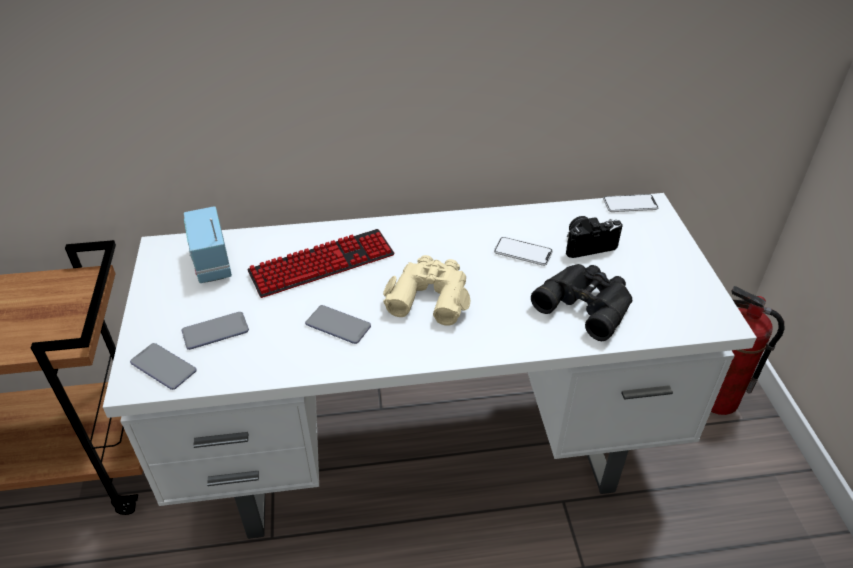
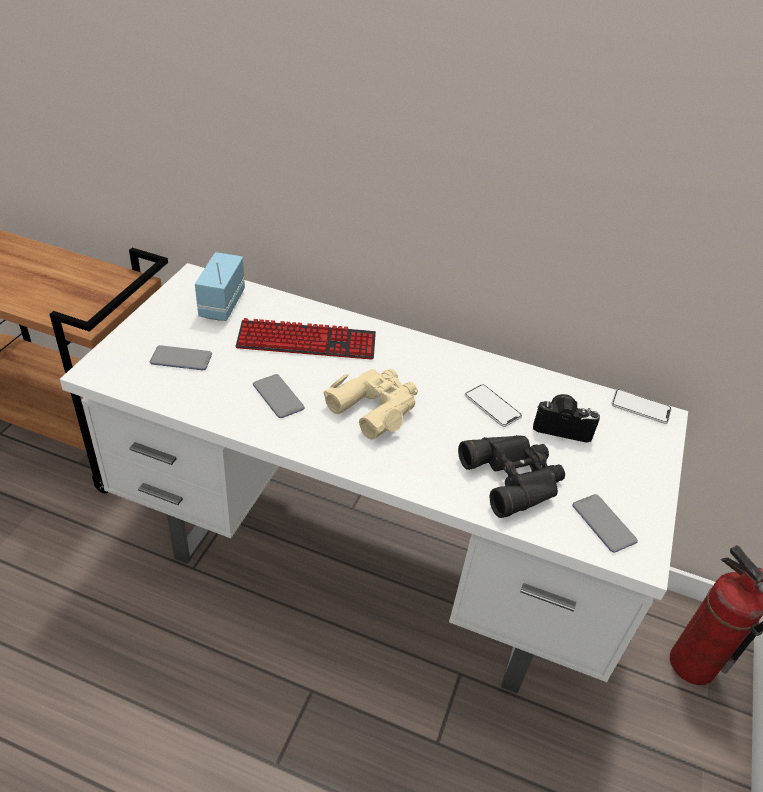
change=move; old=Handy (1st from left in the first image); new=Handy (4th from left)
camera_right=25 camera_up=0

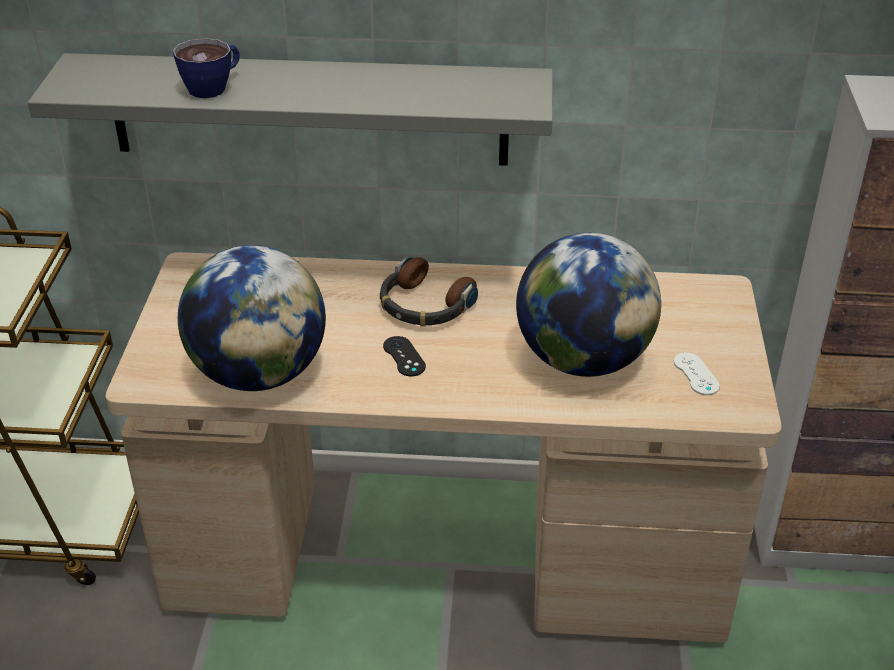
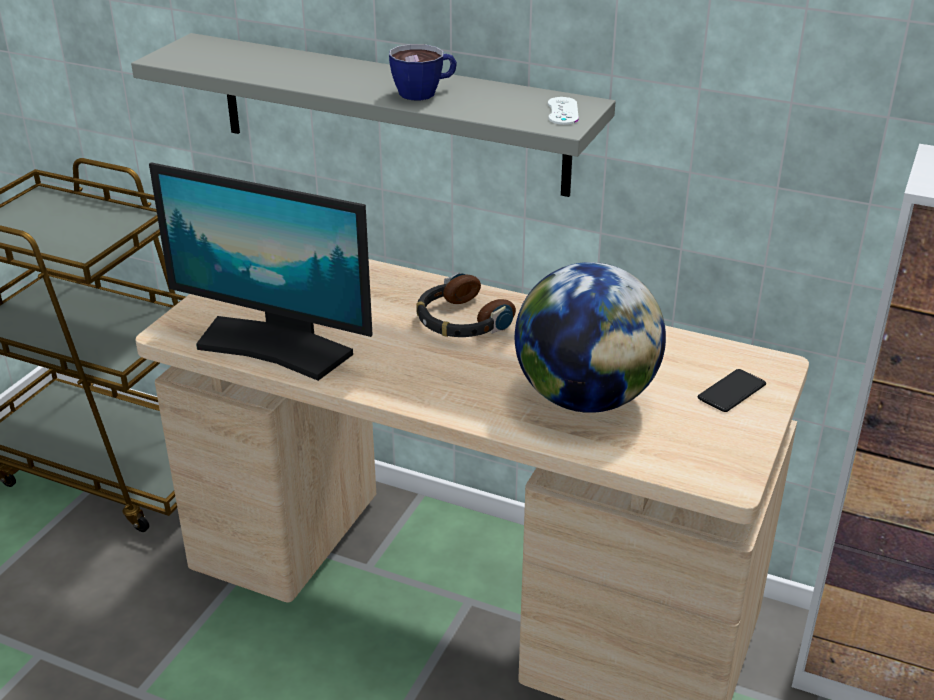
change=delete; old=Gamepad/schwarz
change=insert; new=Handy
change=move; old=Tasse
change=move; old=Gamepad/weiß
change=replace; old=Globus (1st from left); new=Monitor
camera_right=20 camera_up=-5

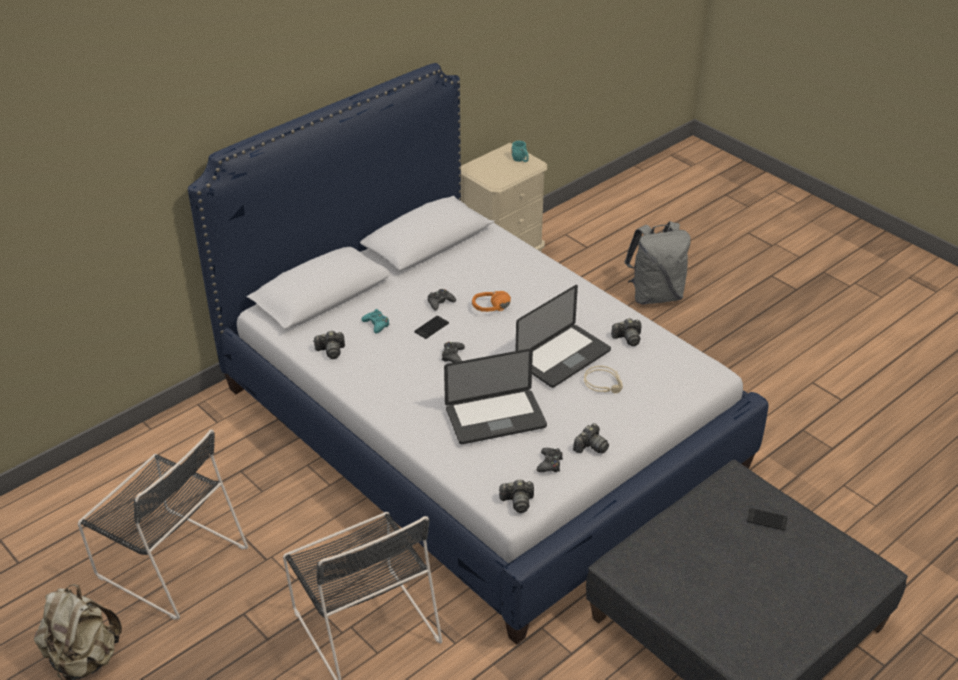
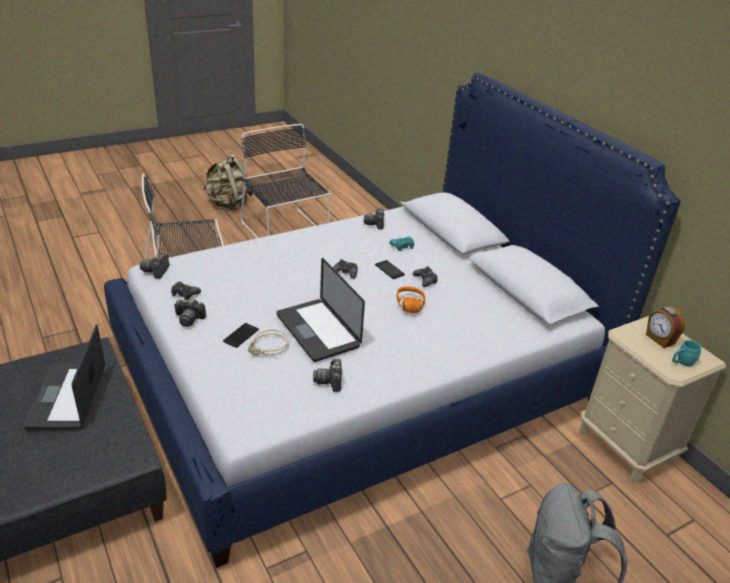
change=insert; new=Wecker
change=move; old=Laptop (1st from left)
change=move; old=Handy (2nd from left in the first image); new=Handy (1st from left)
change=rotate; old=Stuhl/schwarz (1st from left in the first image); degrees=105
change=rotate; old=Kamera (3rd from left in the first image); degrees=-45
camera_right=100 camera_up=-5

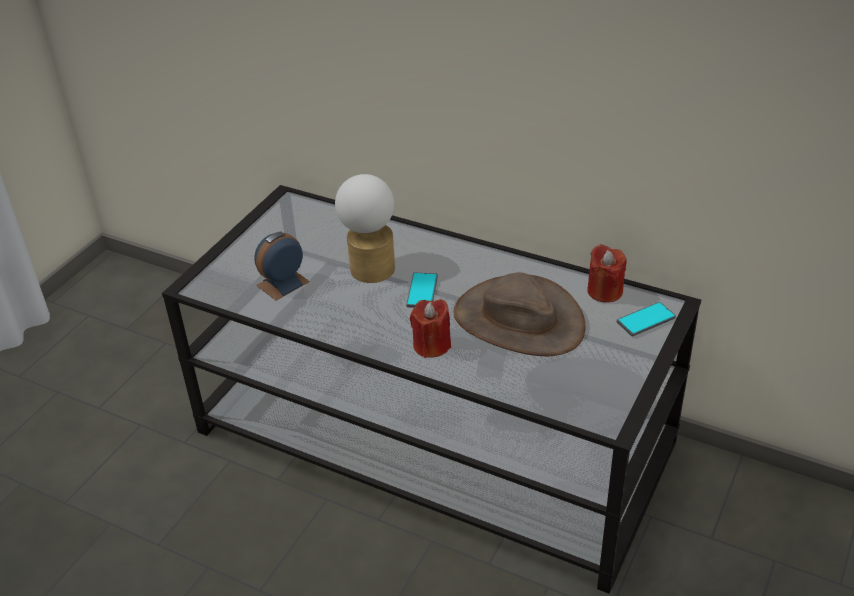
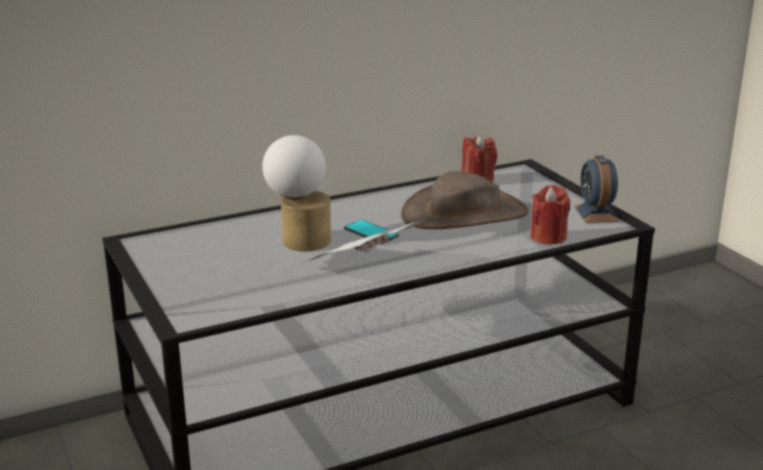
change=delete; old=Handy (2nd from left)
change=insert; new=Zeitung
change=move; old=Wecker
change=move; old=Kerze/rot (1st from left in the first image); new=Kerze/rot (2nd from left)
camera_right=-55 camera_up=-15

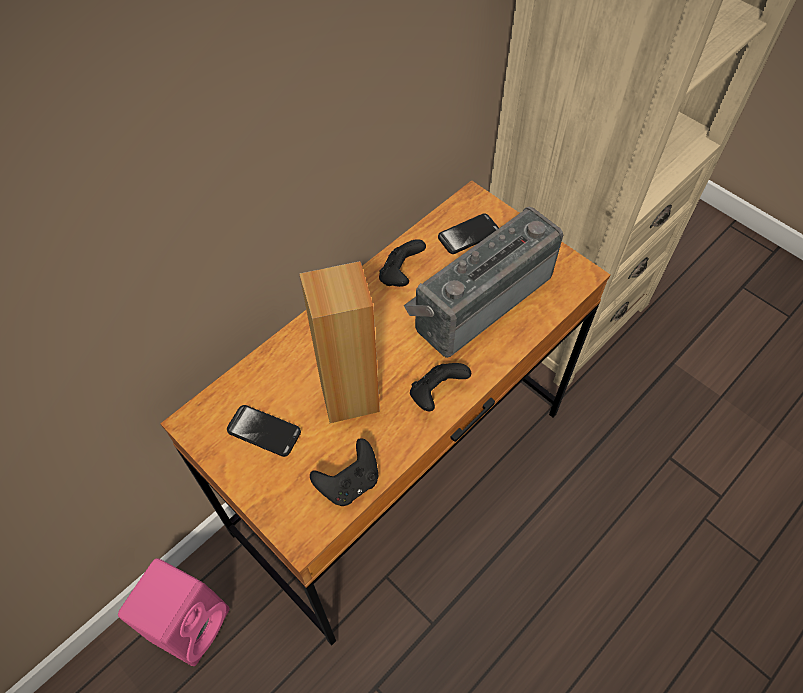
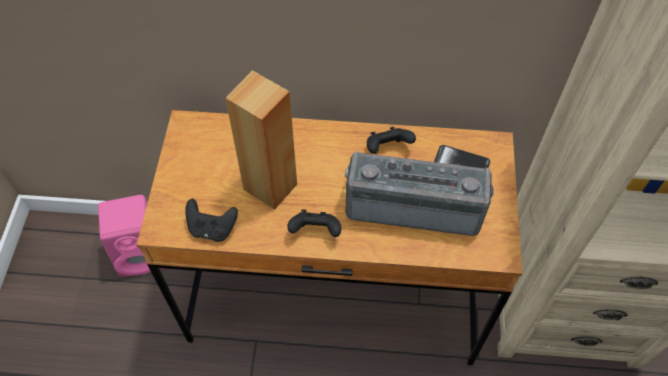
change=delete; old=Handy (1st from left)
camera_right=50 camera_up=0

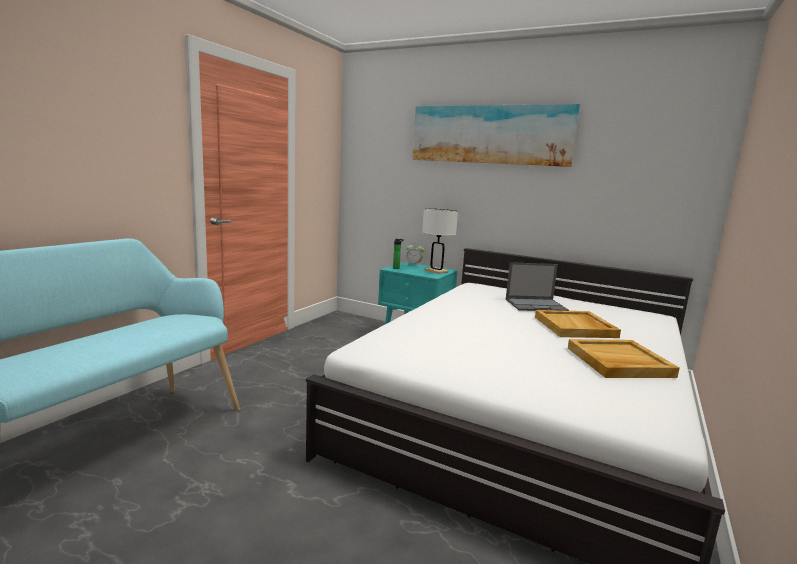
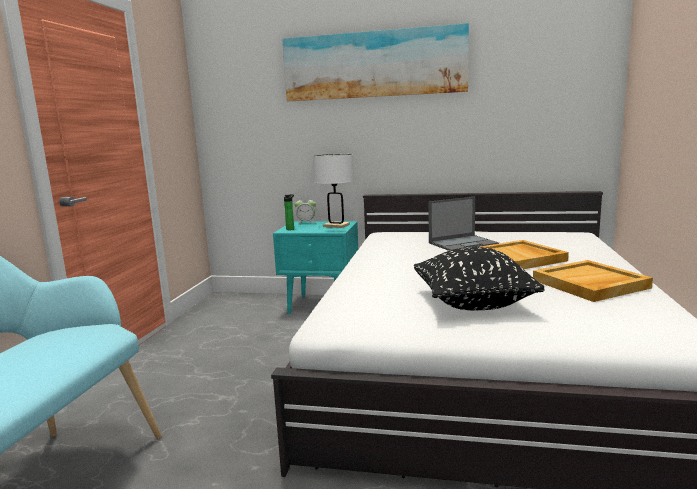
change=insert; new=Kissen/schwarz
camera_right=-15 camera_up=0

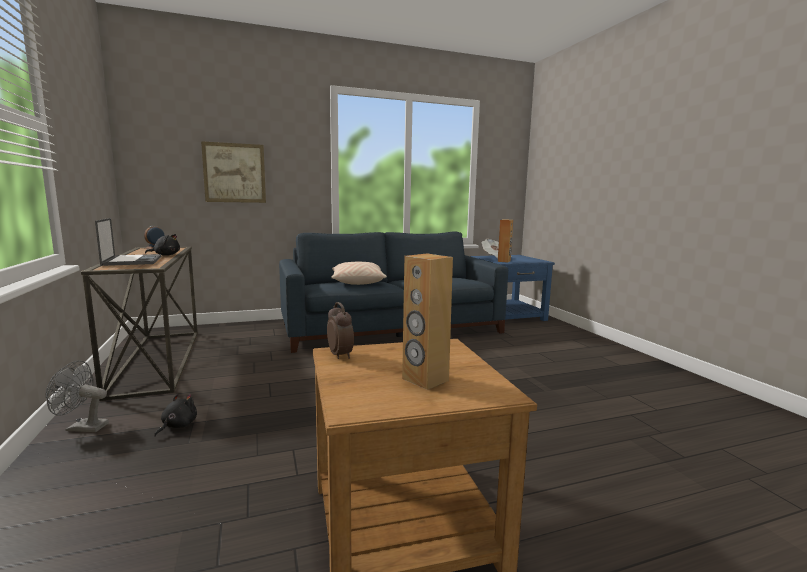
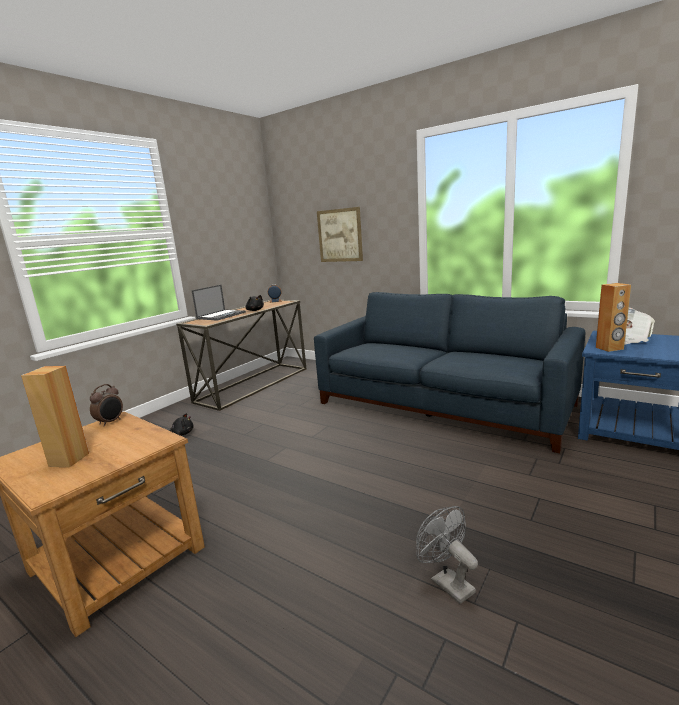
change=delete; old=Kissen/beige
change=move; old=Ventilator/grau
camera_right=55 camera_up=5

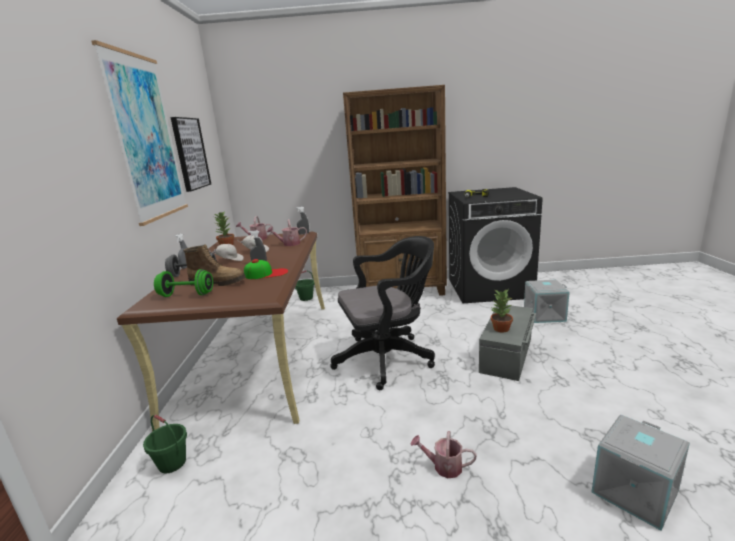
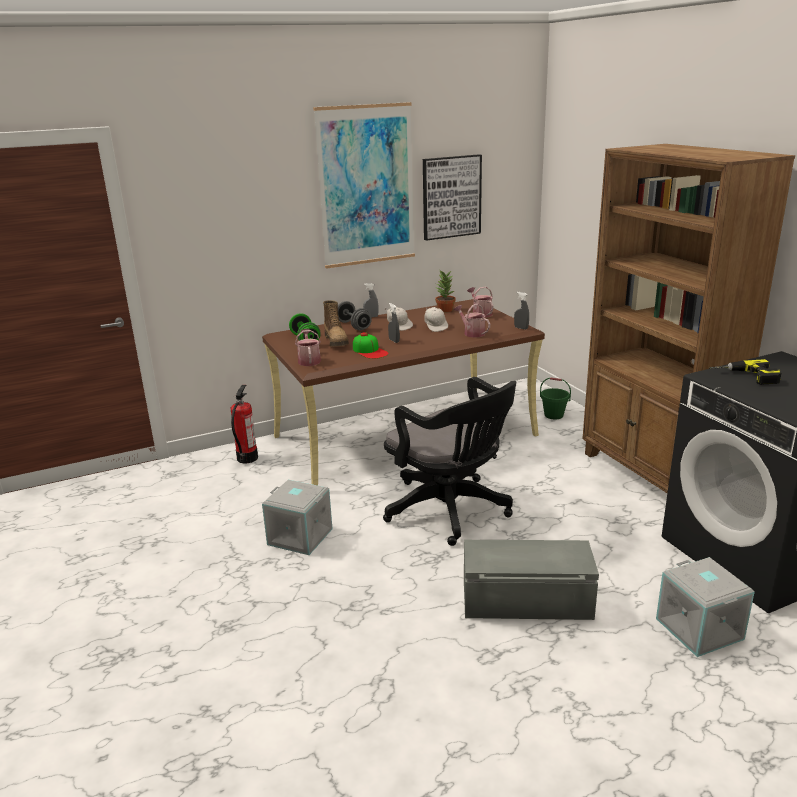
change=delete; old=Topfpflanze (2nd from left)
change=move; old=Gießkanne (3rd from left in the first image); new=Gießkanne (1st from left)
change=move; old=Aufbewahrungsbox/grau (3rd from left in the first image); new=Aufbewahrungsbox/grau (1st from left)
change=replace; old=Eimer/grün (1st from left); new=Feuerlöscher
camera_right=65 camera_up=5

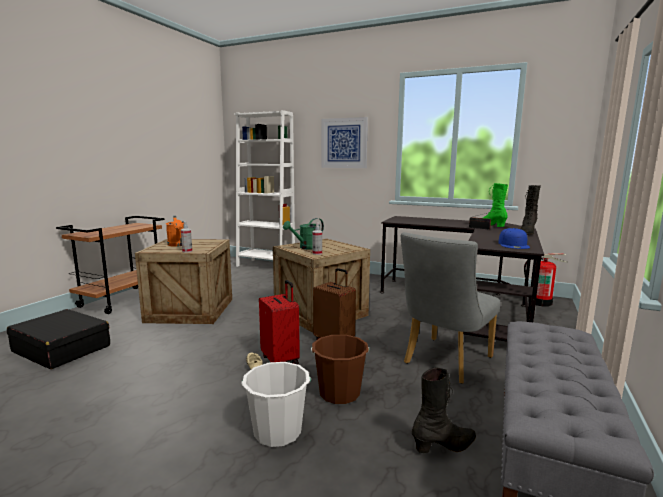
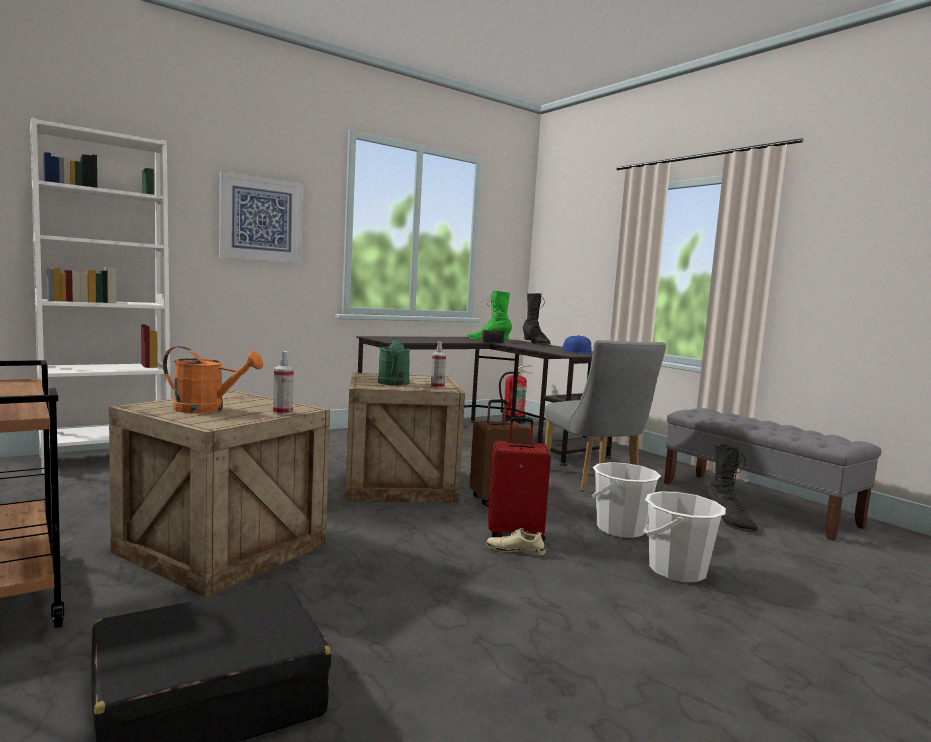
change=recolor; old=Eimer/braun; new=Eimer/weiß (1st from left)
change=rotate; old=Stiefel/schwarz (1st from left in the first image); degrees=150
camera_right=-60 camera_up=-5

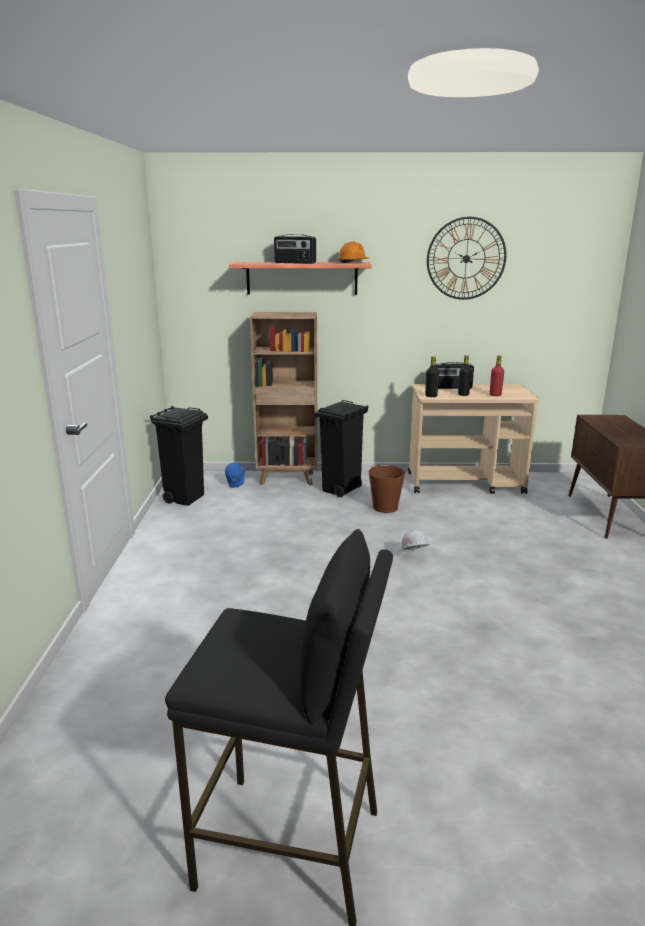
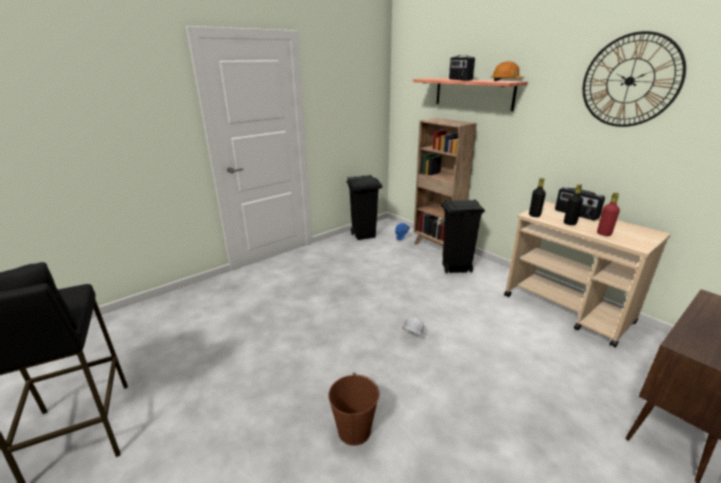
change=move; old=Eimer/braun
camera_right=50 camera_up=5

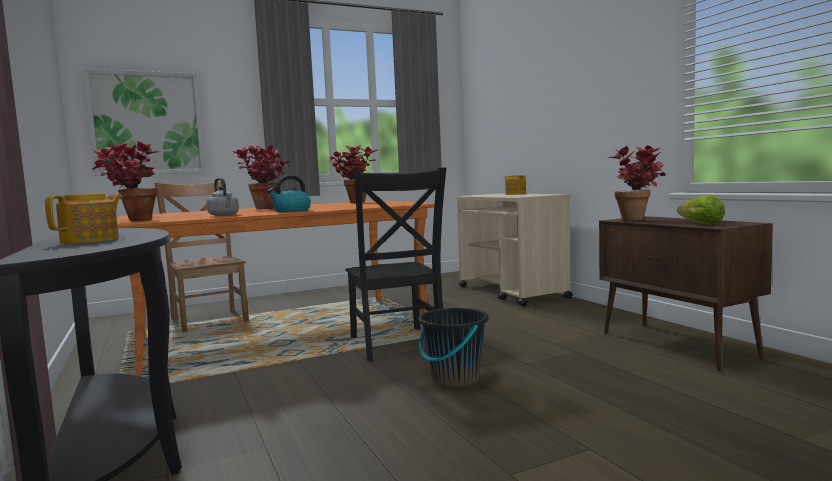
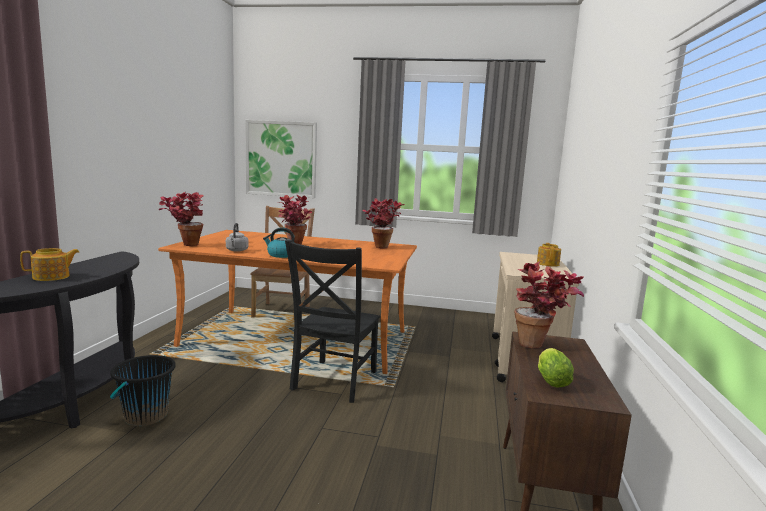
change=move; old=Eimer/schwarz
camera_right=35 camera_up=5

